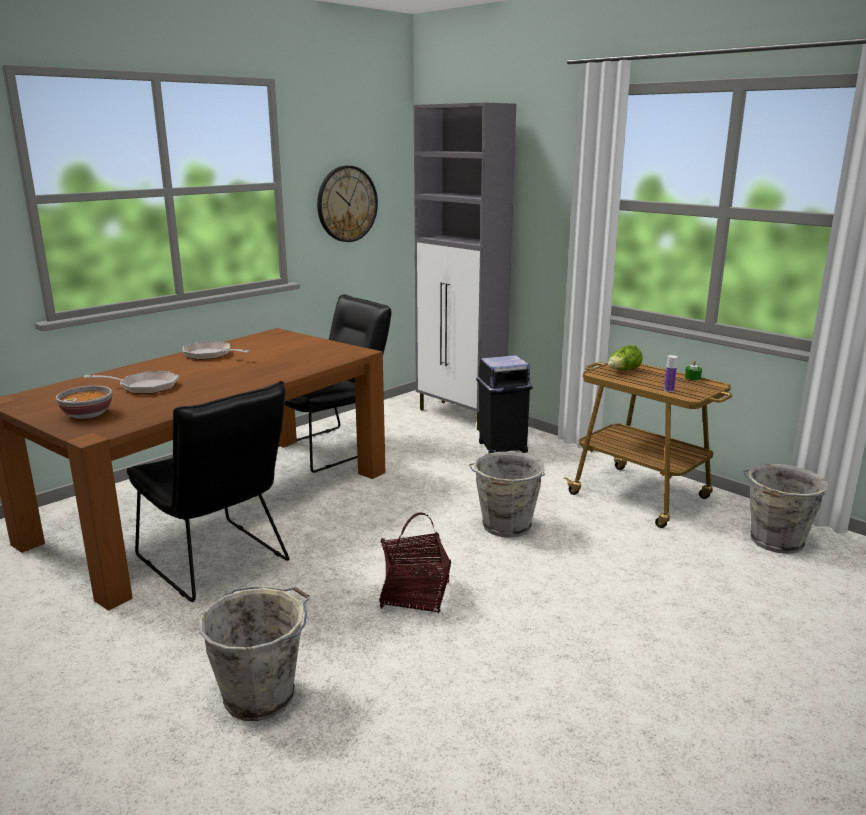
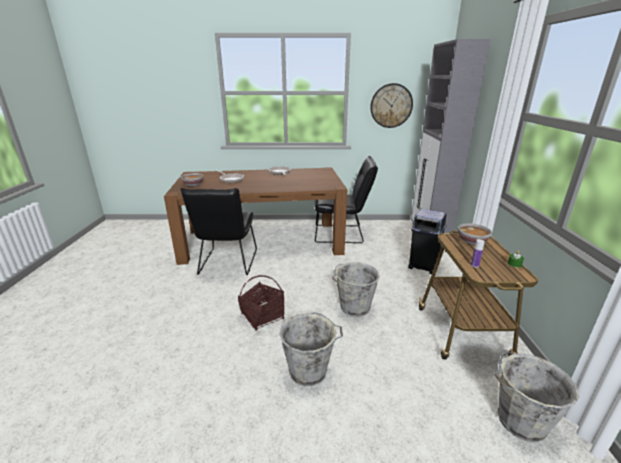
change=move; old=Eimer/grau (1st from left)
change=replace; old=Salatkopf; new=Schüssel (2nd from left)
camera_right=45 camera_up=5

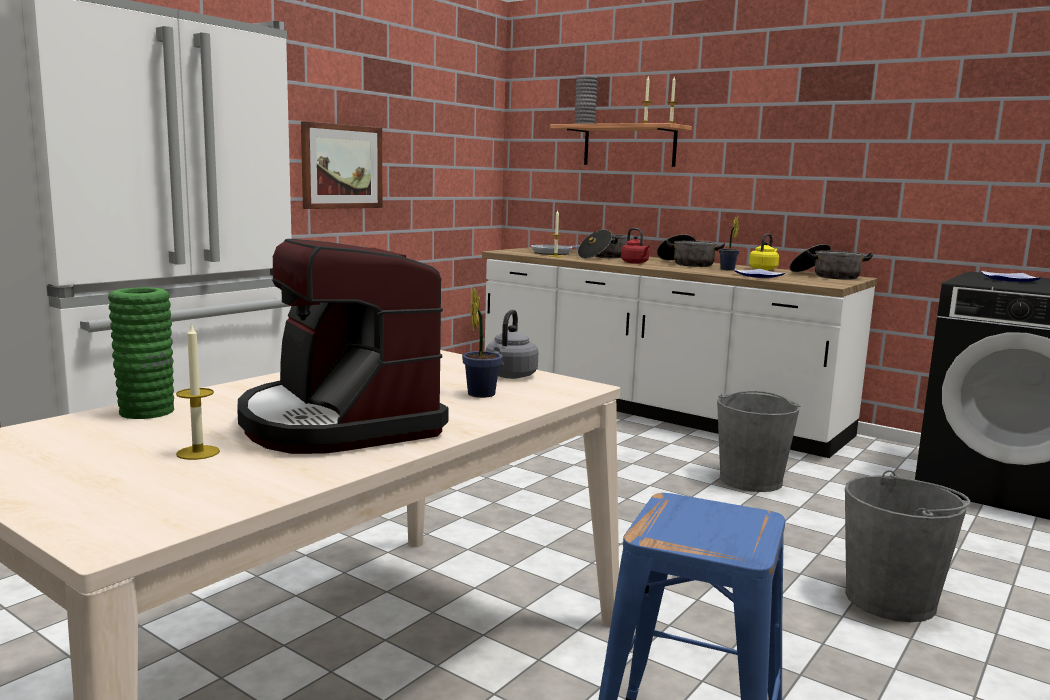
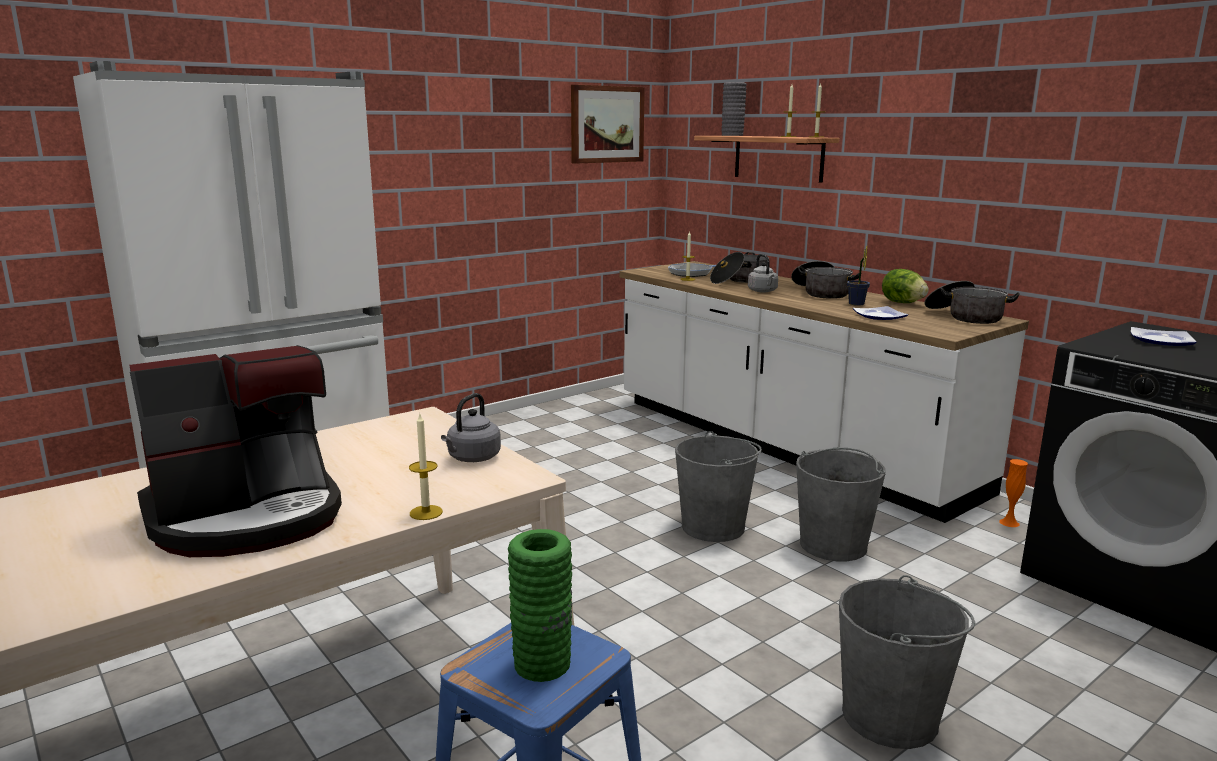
change=delete; old=Topfpflanze (1st from left)
change=insert; new=Eimer/grau (1st from left)
change=insert; new=Vase/orange
change=move; old=Vase/grün
change=move; old=Kerze (1st from left)
change=move; old=Bild
change=replace; old=Wasserkessel/gelb; new=Salatkopf
change=recolor; old=Wasserkessel/rot; new=Wasserkessel/grau (2nd from left)
change=rotate; old=Kaffeemaschine; degrees=-105
camera_right=15 camera_up=5

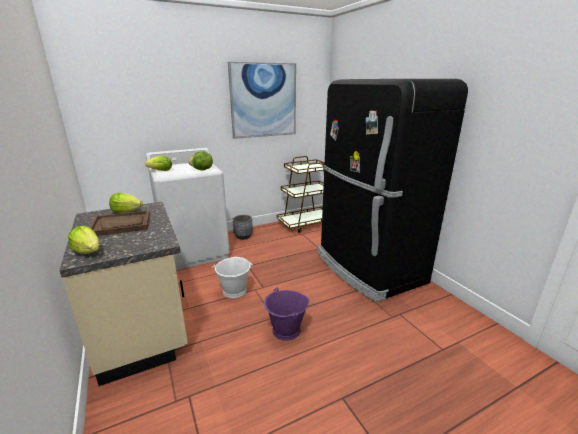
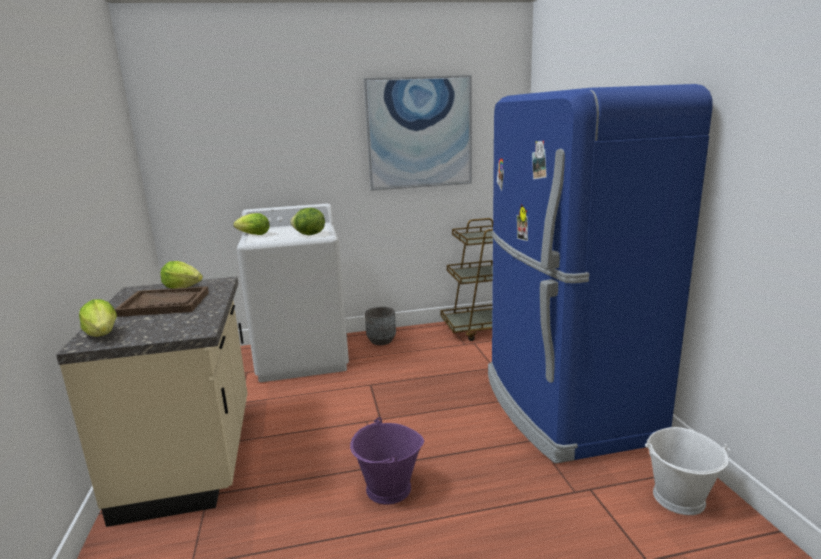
change=move; old=Eimer/weiß
change=recolor; old=Kühlschrank/schwarz; new=Kühlschrank/blau
camera_right=15 camera_up=-5

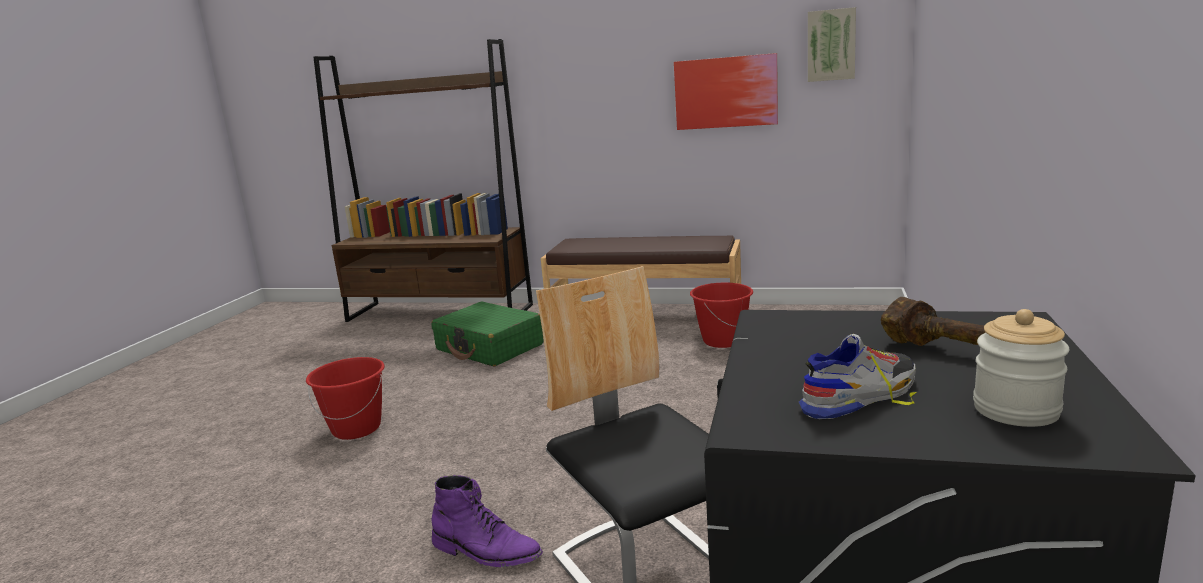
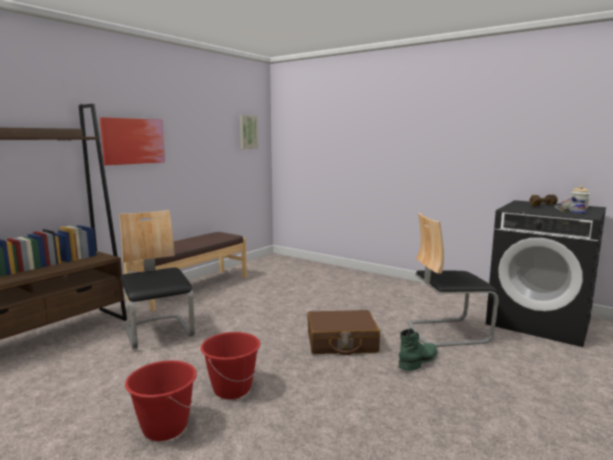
change=insert; new=Koffer/braun
change=move; old=Bild (1st from left)
change=move; old=Eimer/rot (2nd from left in the first image); new=Eimer/rot (1st from left)
change=replace; old=Koffer/grün; new=Stuhl (1st from left)
change=recolor; old=Stiefel/lila; new=Stiefel/grün
camera_right=-70 camera_up=-5

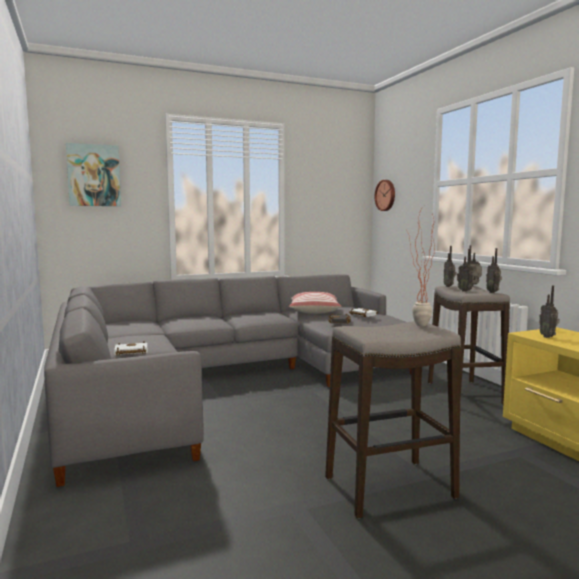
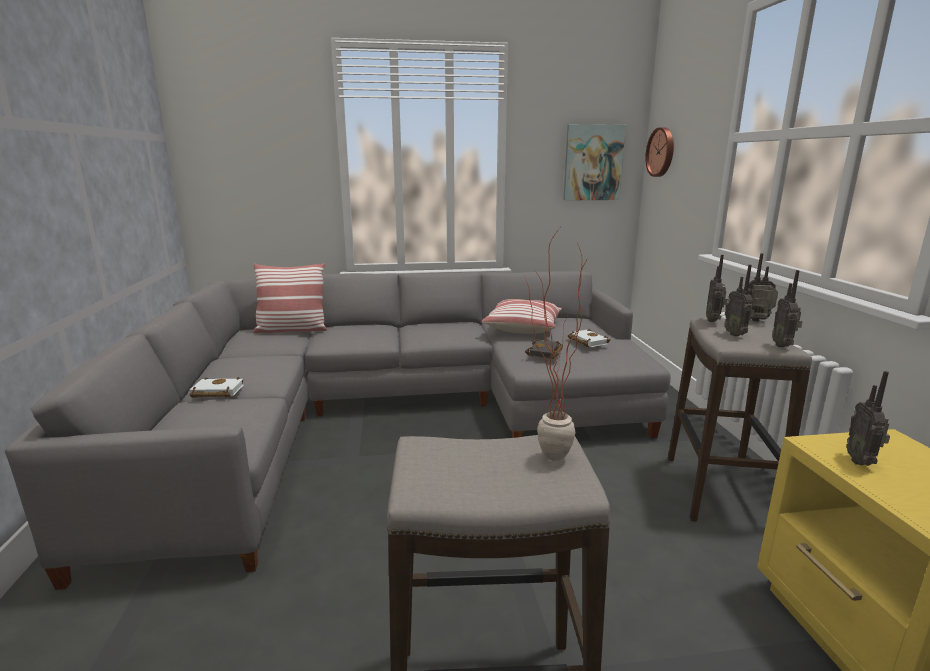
change=insert; new=Kissen (1st from left)
change=move; old=Bild
camera_right=15 camera_up=10

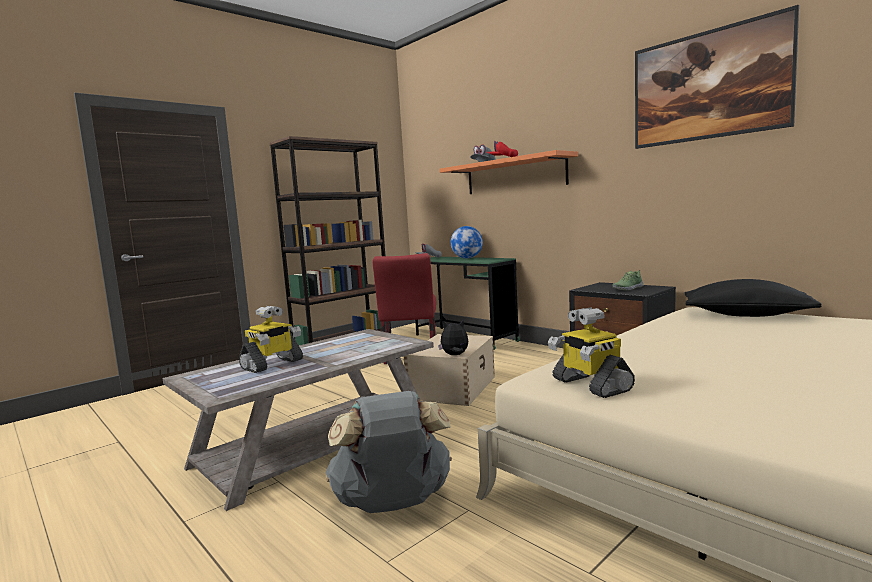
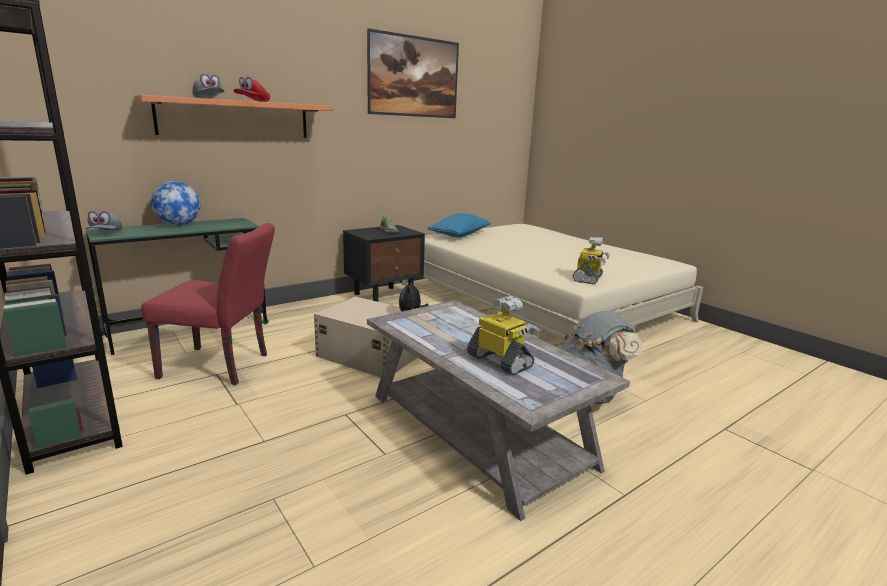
change=recolor; old=Kissen/schwarz; new=Kissen/blau
change=rotate; old=Spielzeugroboter (2nd from left); degrees=-45
camera_right=-85 camera_up=10

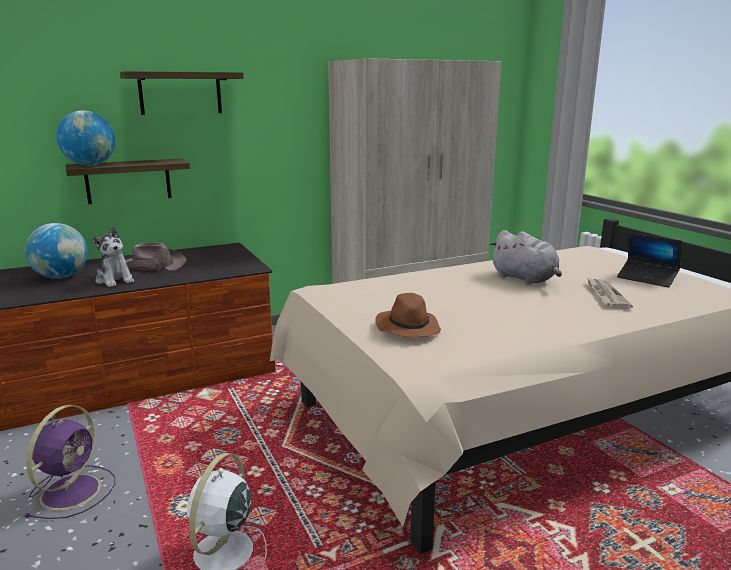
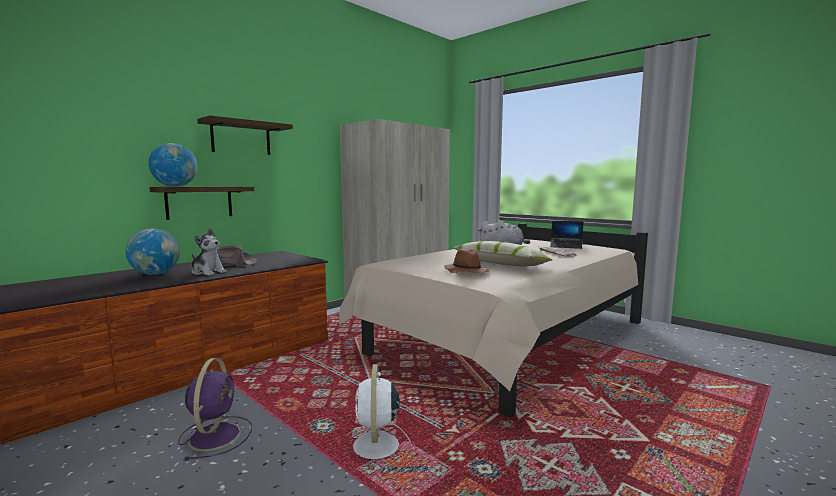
change=insert; new=Kissen
camera_right=-20 camera_up=-10

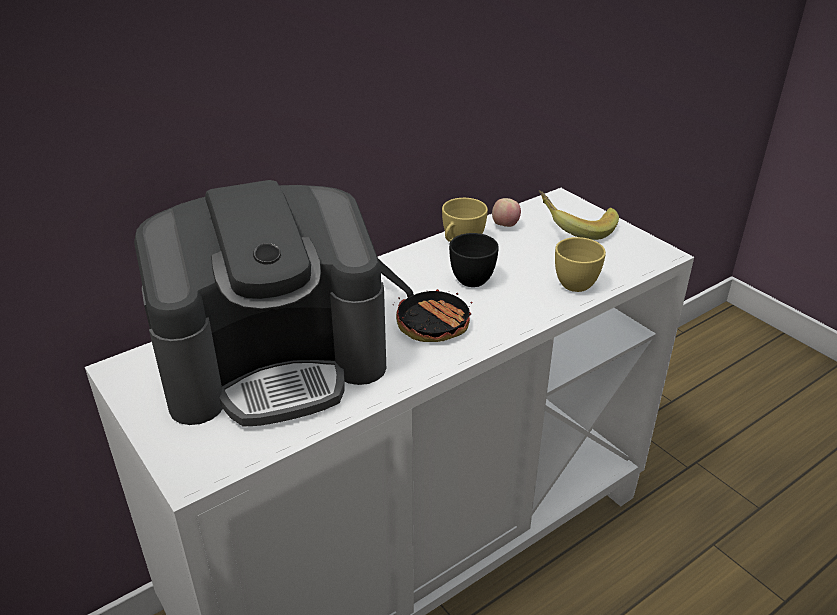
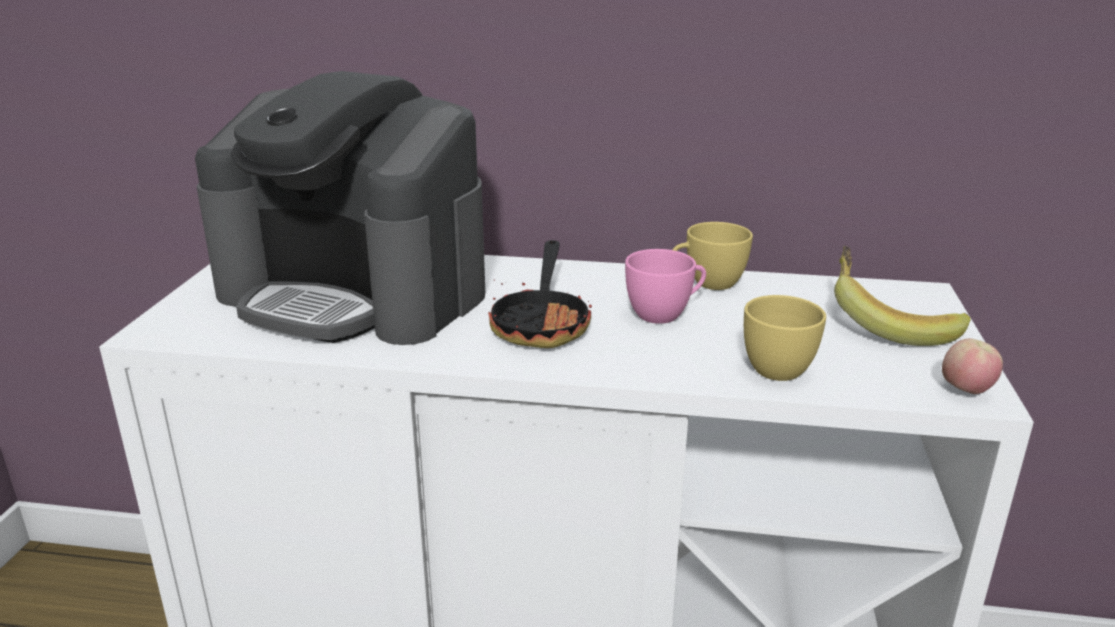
change=move; old=Apfel
change=recolor; old=Tasse/schwarz; new=Tasse/rosa
camera_right=45 camera_up=-10

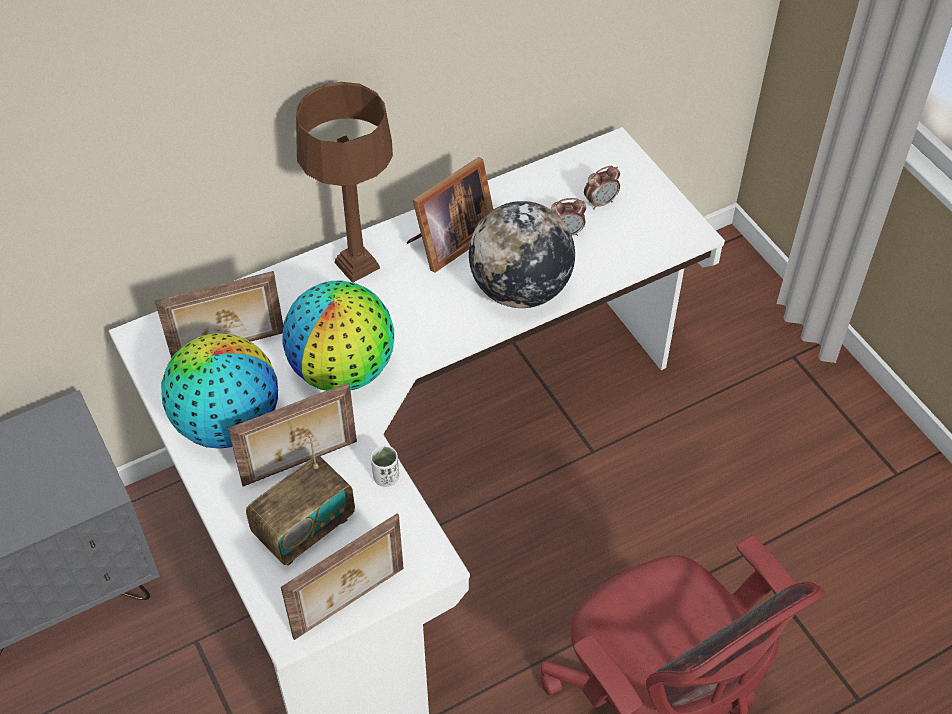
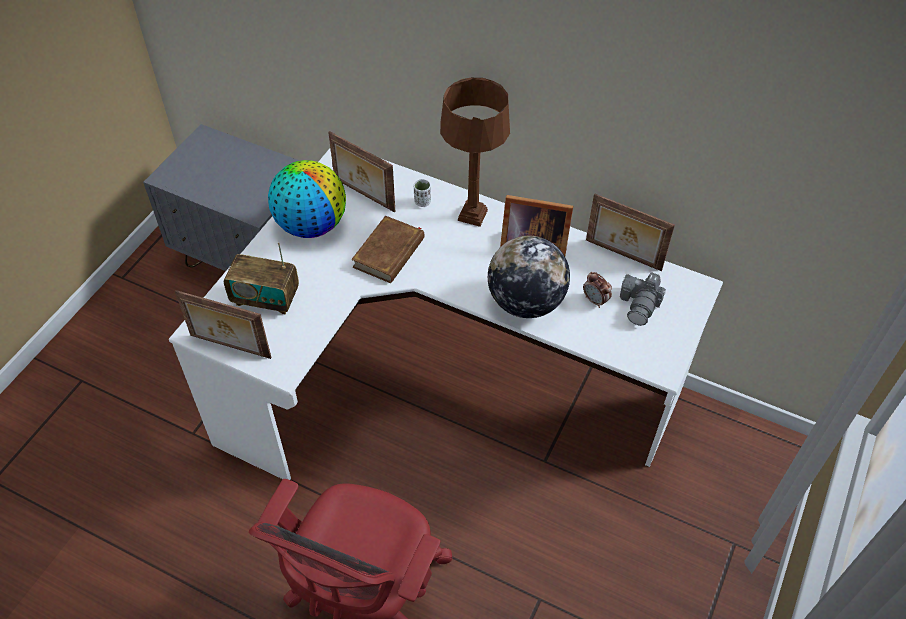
change=move; old=Bilderrahmen (2nd from left in the first image); new=Bilderrahmen (4th from left)
change=move; old=Tasse/weiß
change=replace; old=Globus (2nd from left); new=Buch/braun
change=replace; old=Wecker (2nd from left); new=Kamera
camera_right=55 camera_up=0

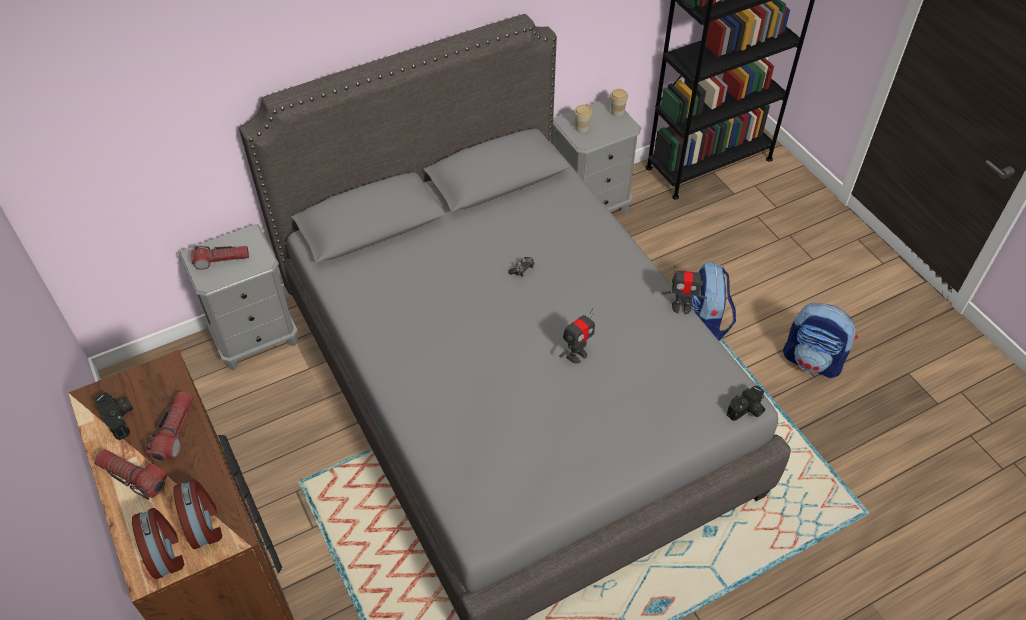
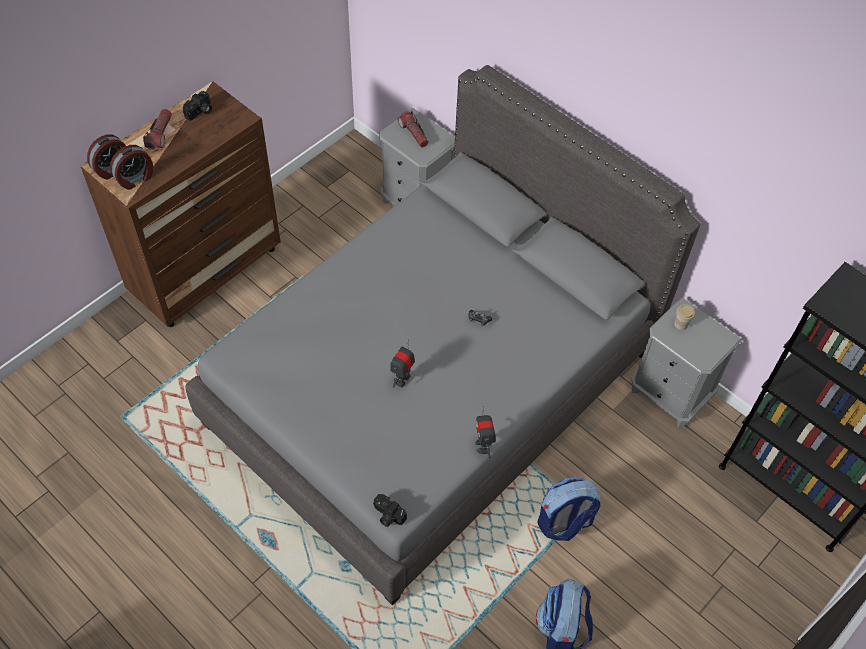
change=delete; old=Taschenlampe (2nd from left)
change=delete; old=Tasse (2nd from left)
change=rotate; old=Spielzeugroboter (1st from left); degrees=90
camera_right=70 camera_up=5

